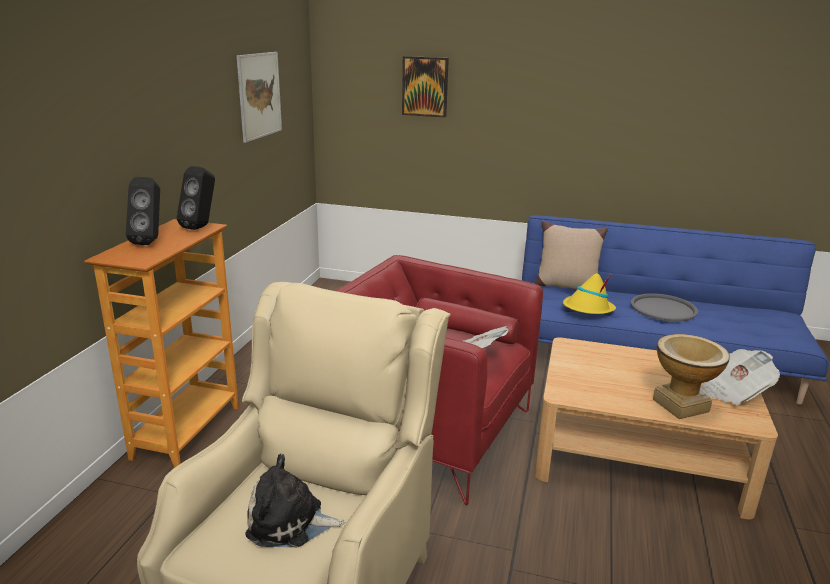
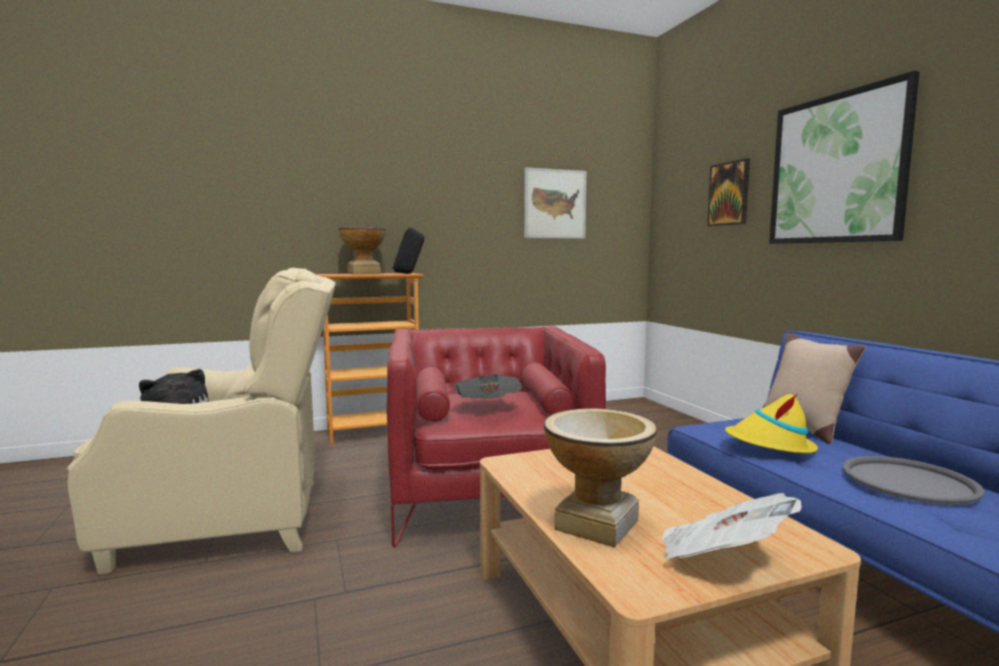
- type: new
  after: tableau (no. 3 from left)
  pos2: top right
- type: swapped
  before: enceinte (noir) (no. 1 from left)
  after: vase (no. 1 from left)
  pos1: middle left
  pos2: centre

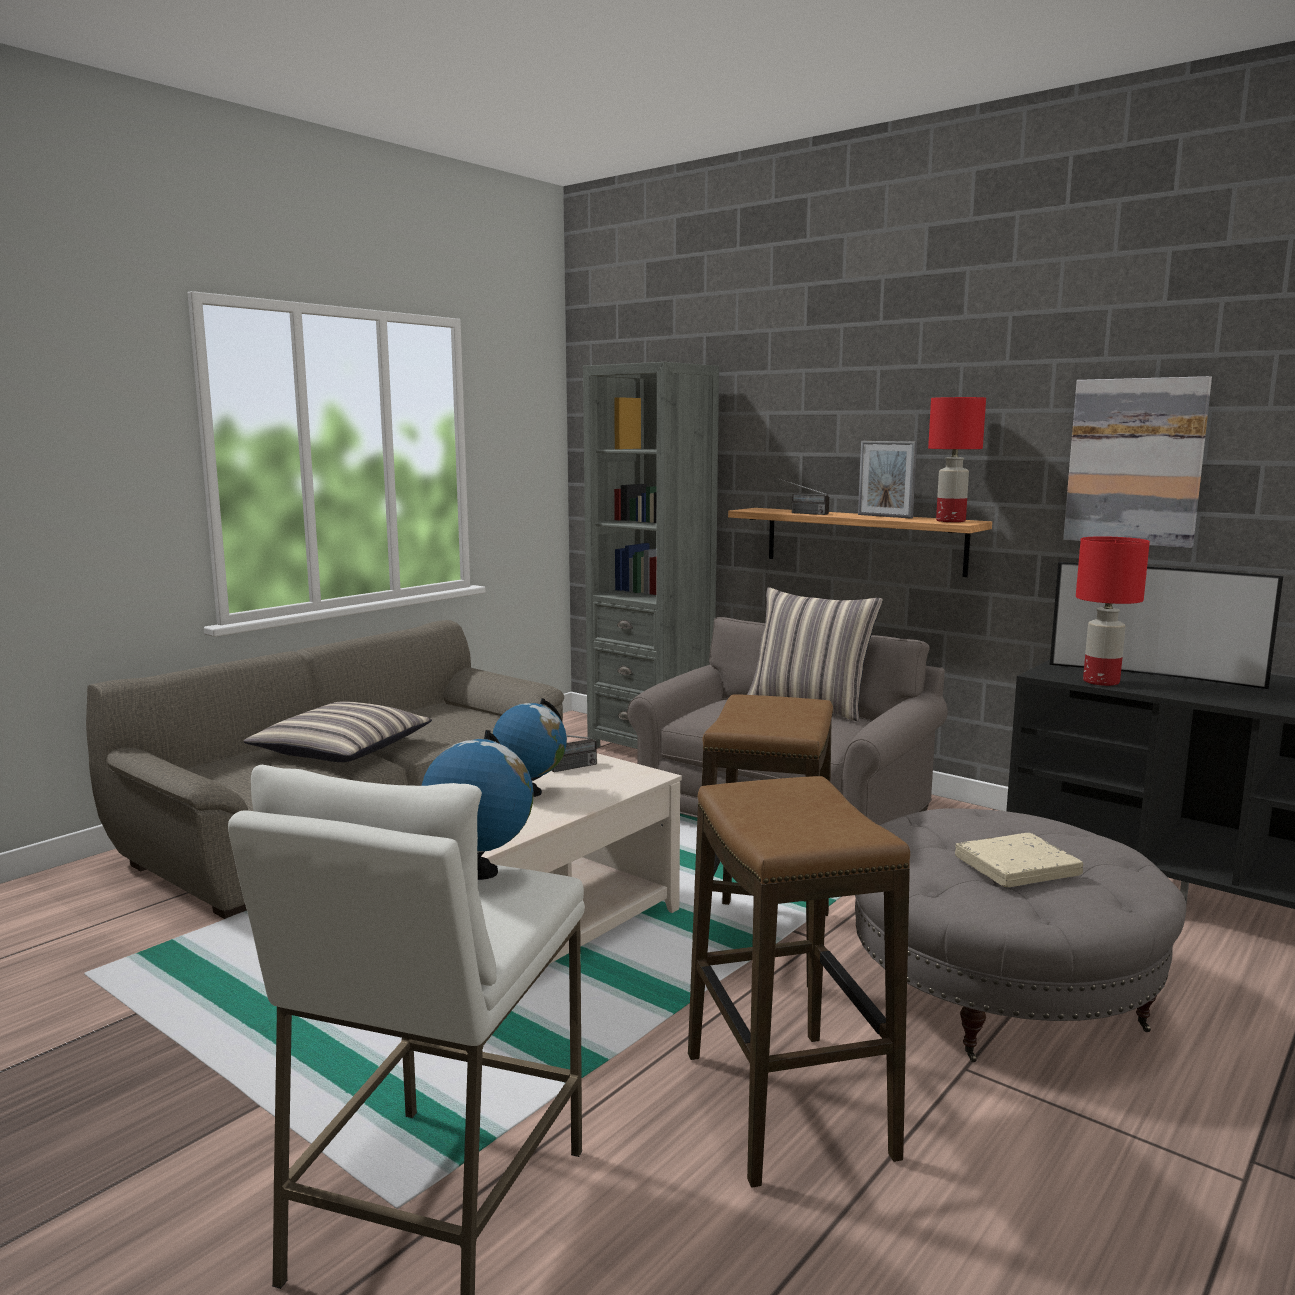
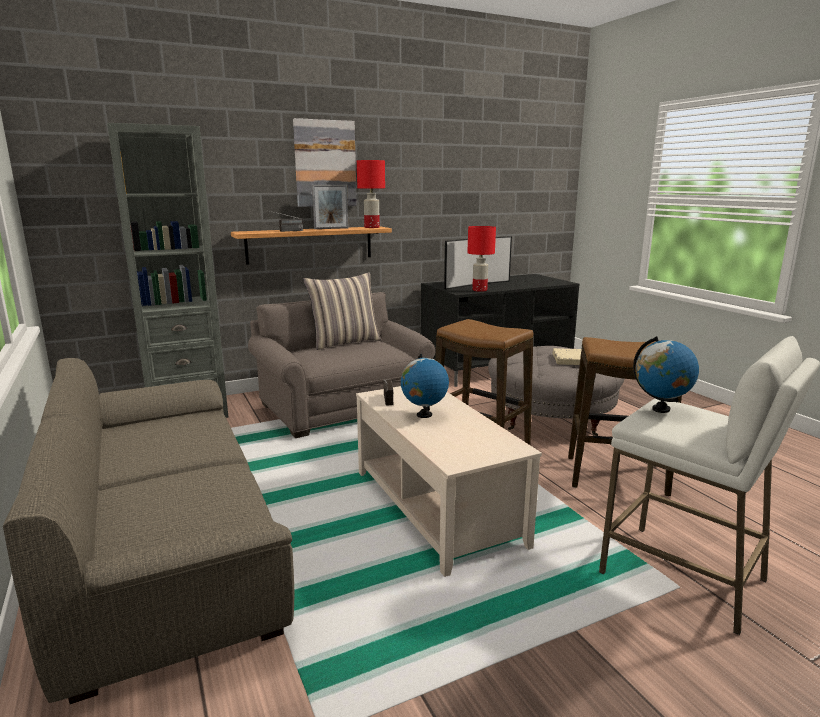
- type: gone
  before: coussin (no. 1 from left)
  pos1: middle left
- type: shifted
  before: tableau
  pos1: middle right
  pos2: top centre

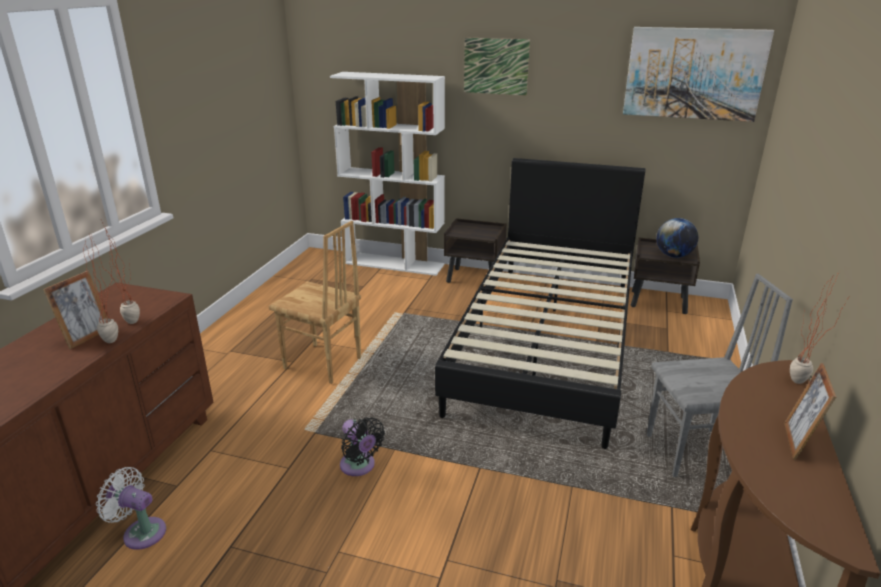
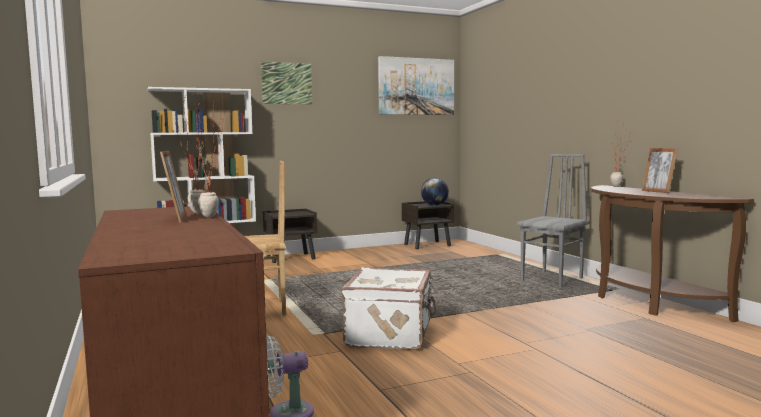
- type: gone
  before: lit (noir)
  pos1: centre
- type: swapped
  before: ventilateur (noir)
  after: valise (blanc)
  pos1: bottom centre
  pos2: bottom centre

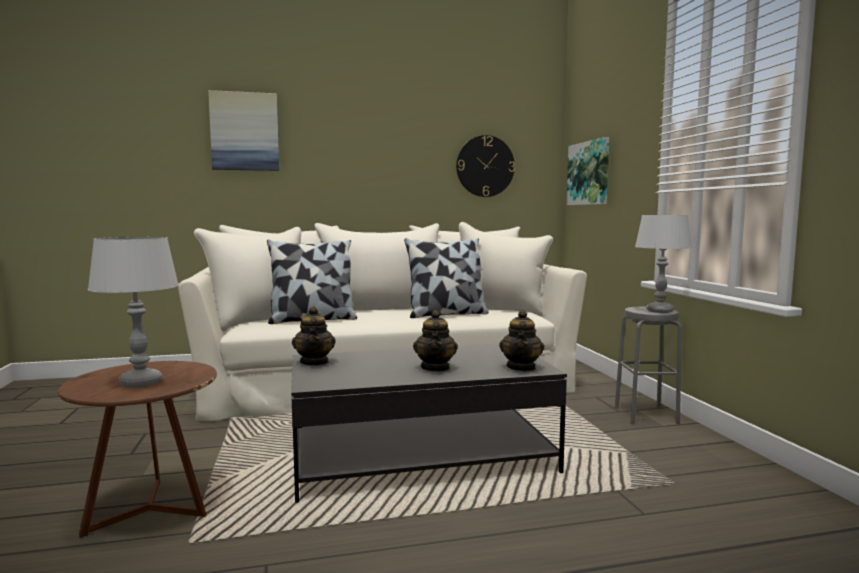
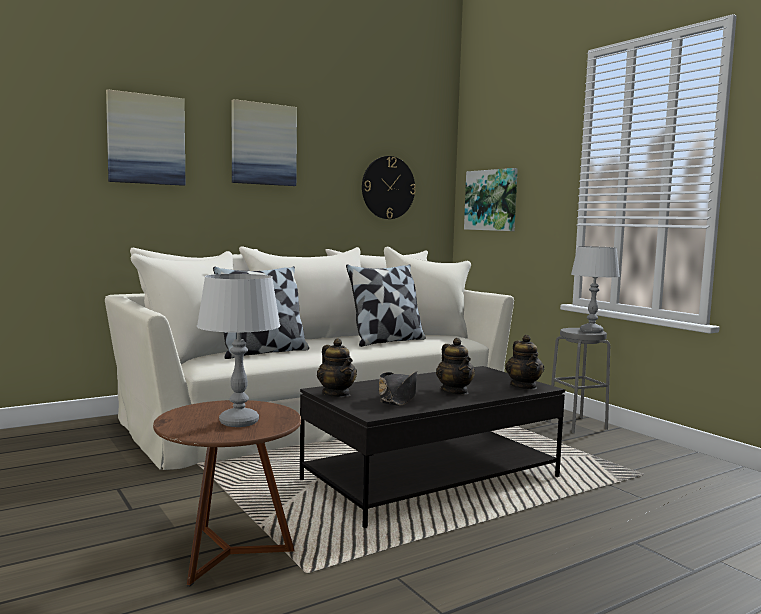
- type: new
  after: tableau (no. 2 from left)
  pos2: top centre
- type: new
  after: chapeau (noir)
  pos2: centre

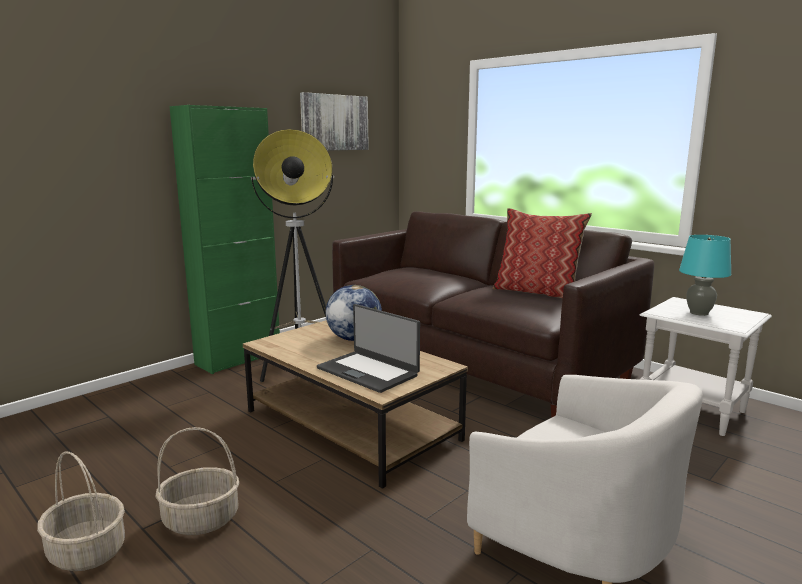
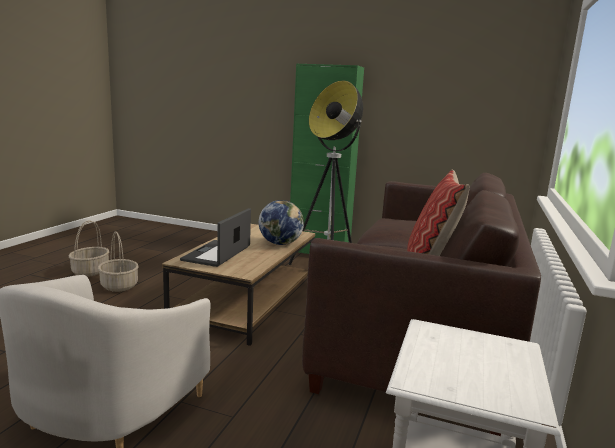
- type: gone
  before: tableau
  pos1: top centre
- type: gone
  before: lampe de table (turquoise)
  pos1: middle right

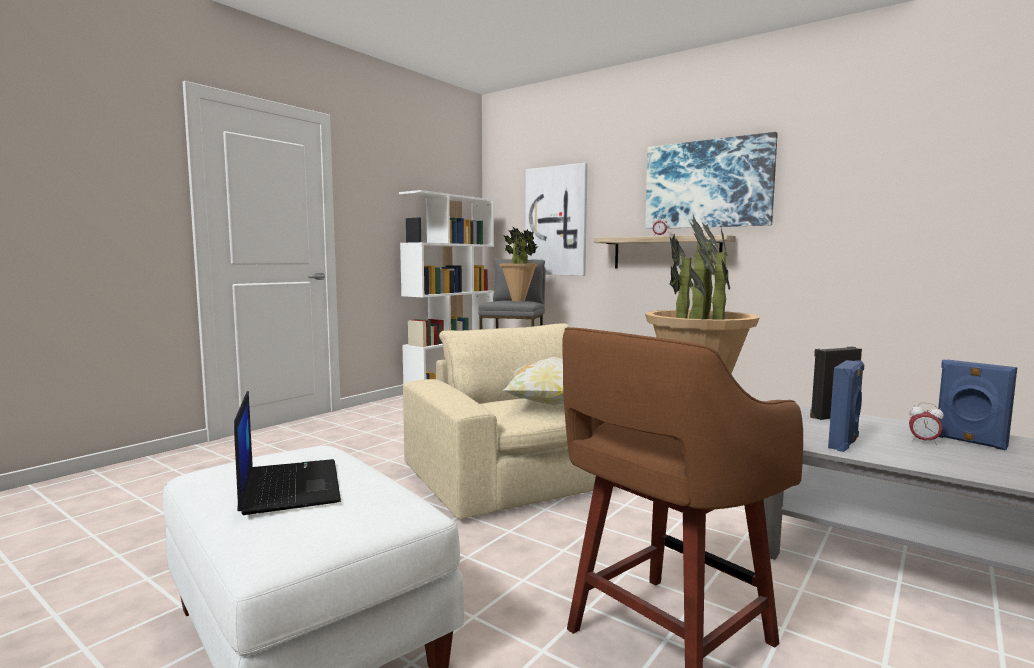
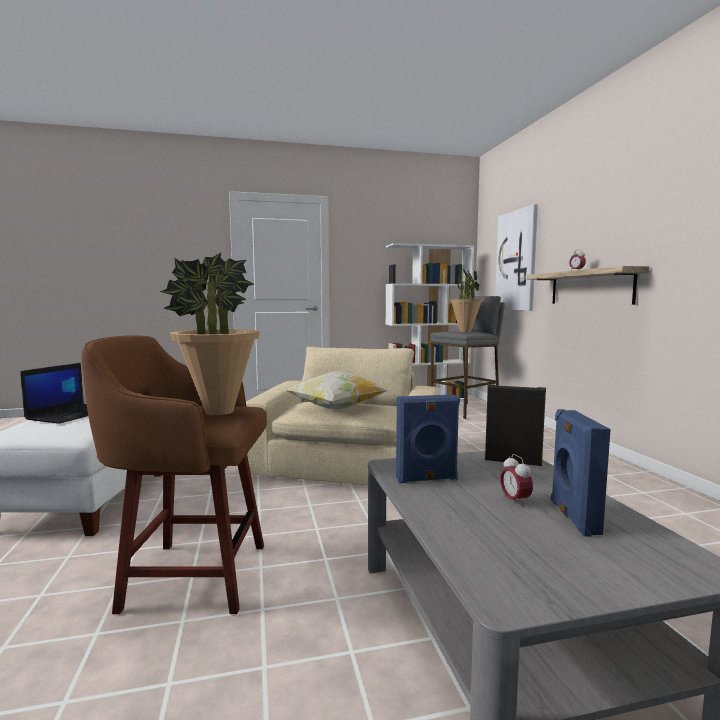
- type: gone
  before: tableau (no. 2 from left)
  pos1: top right

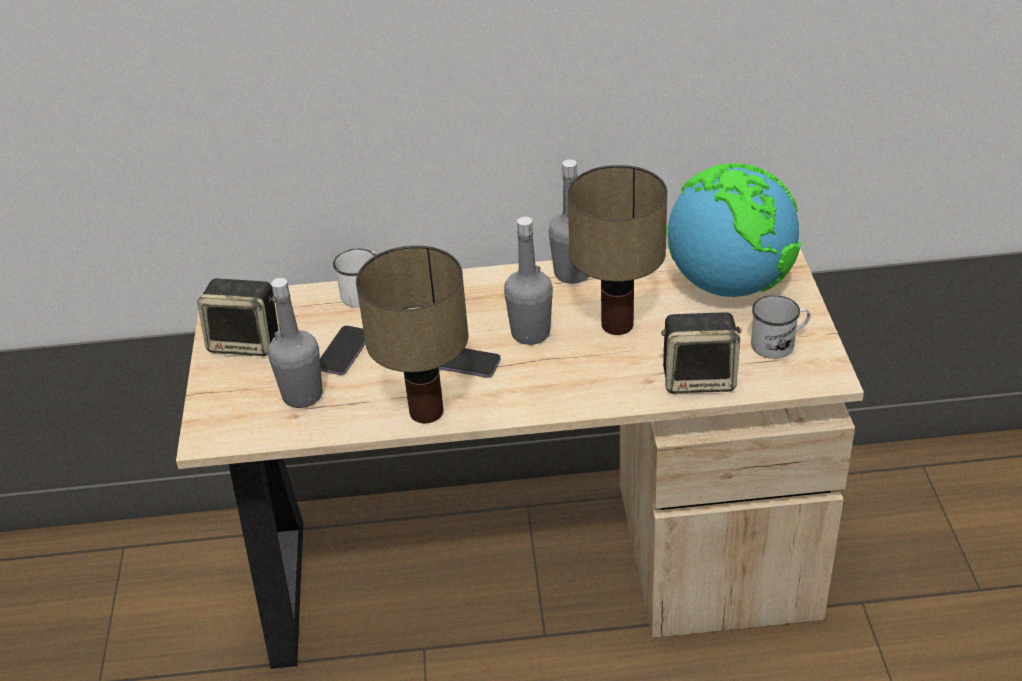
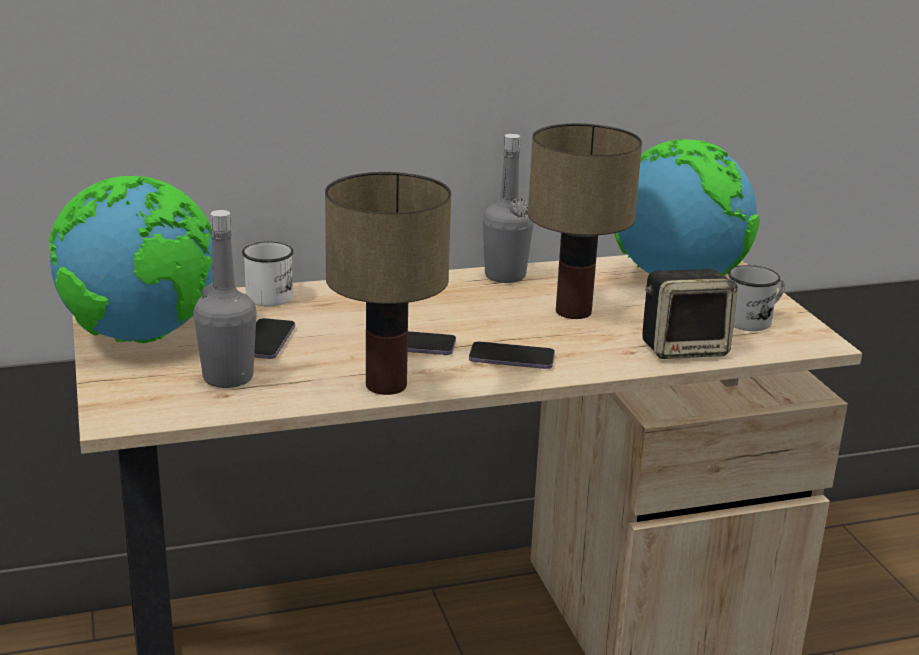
- type: gone
  before: bouteille (gris) (no. 2 from left)
  pos1: centre
- type: new
  after: téléphone (no. 3 from left)
  pos2: centre
- type: swapped
  before: enceinte (no. 1 from left)
  after: globe (no. 1 from left)
  pos1: middle left
  pos2: middle left

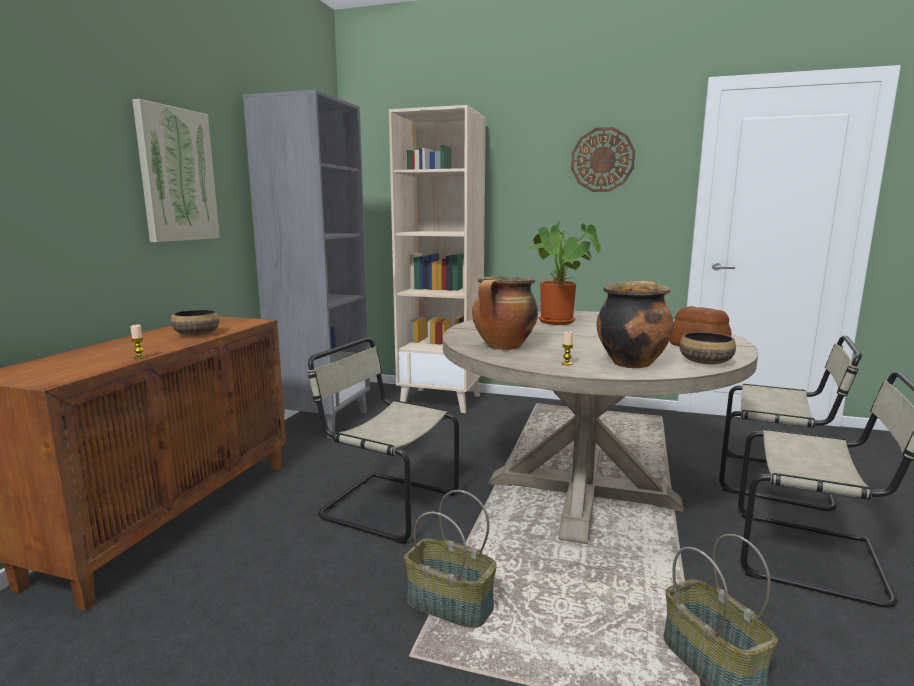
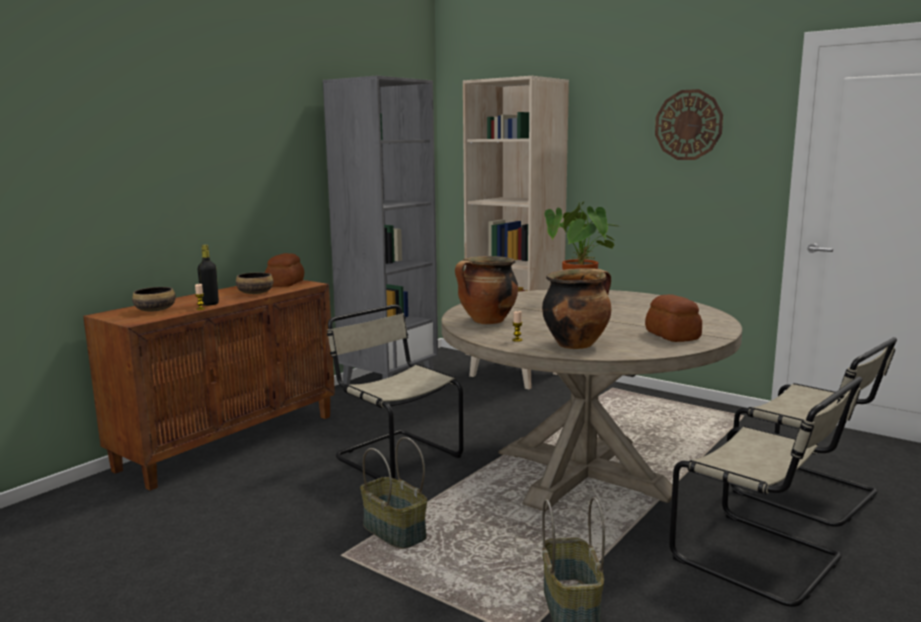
- type: gone
  before: tableau
  pos1: top left
- type: new
  after: bouteille (noir)
  pos2: middle left
- type: new
  after: pain (no. 1 from left)
  pos2: middle left
- type: shifted
  before: bol (no. 2 from left in the first image)
  after: bol (no. 1 from left)
  pos1: middle right
  pos2: middle left

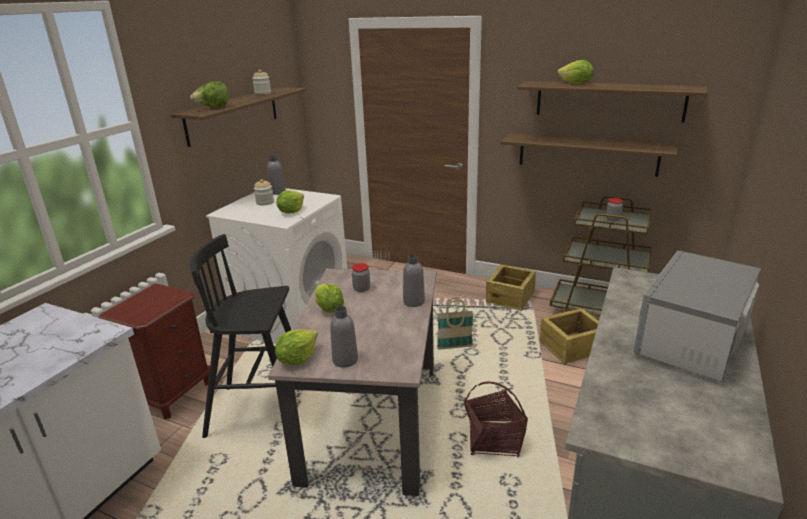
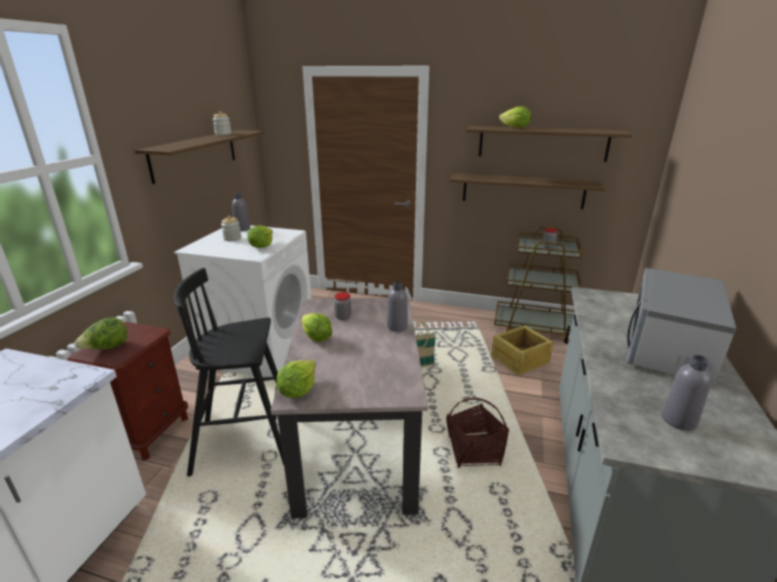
- type: gone
  before: caisse (no. 1 from left)
  pos1: centre
- type: shifted
  before: laitue (no. 1 from left)
  pos1: top left
  pos2: middle left
- type: shifted
  before: bouteille (gris) (no. 2 from left in the first image)
  after: bouteille (gris) (no. 3 from left)
  pos1: centre
  pos2: bottom right

